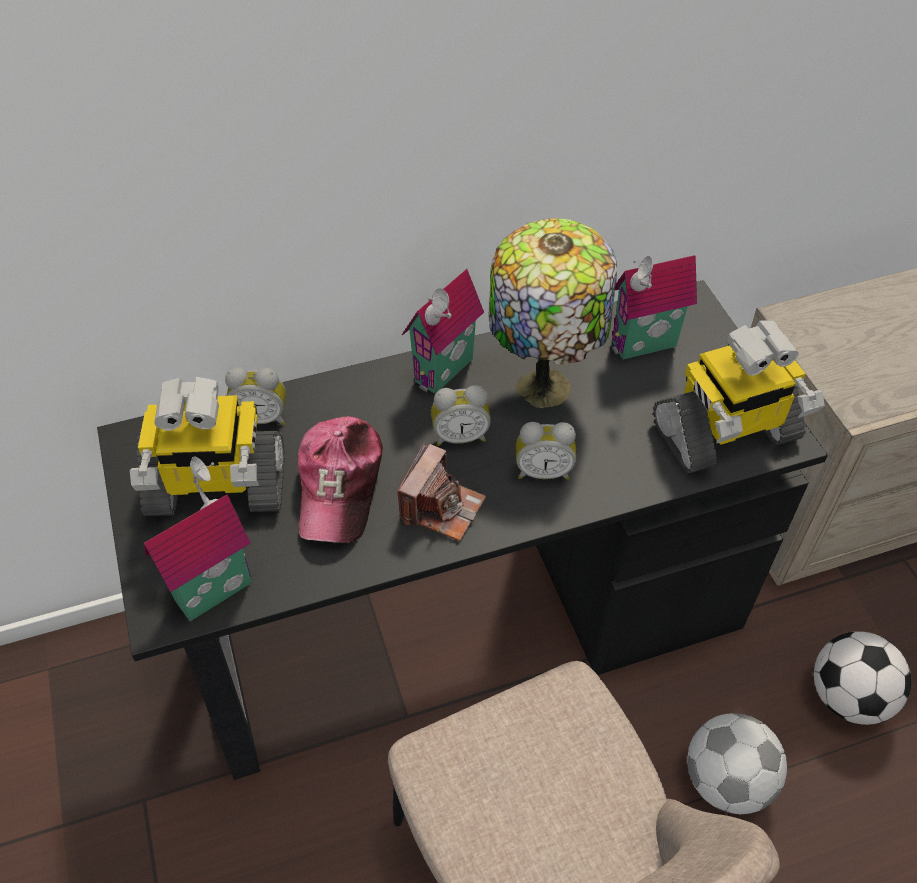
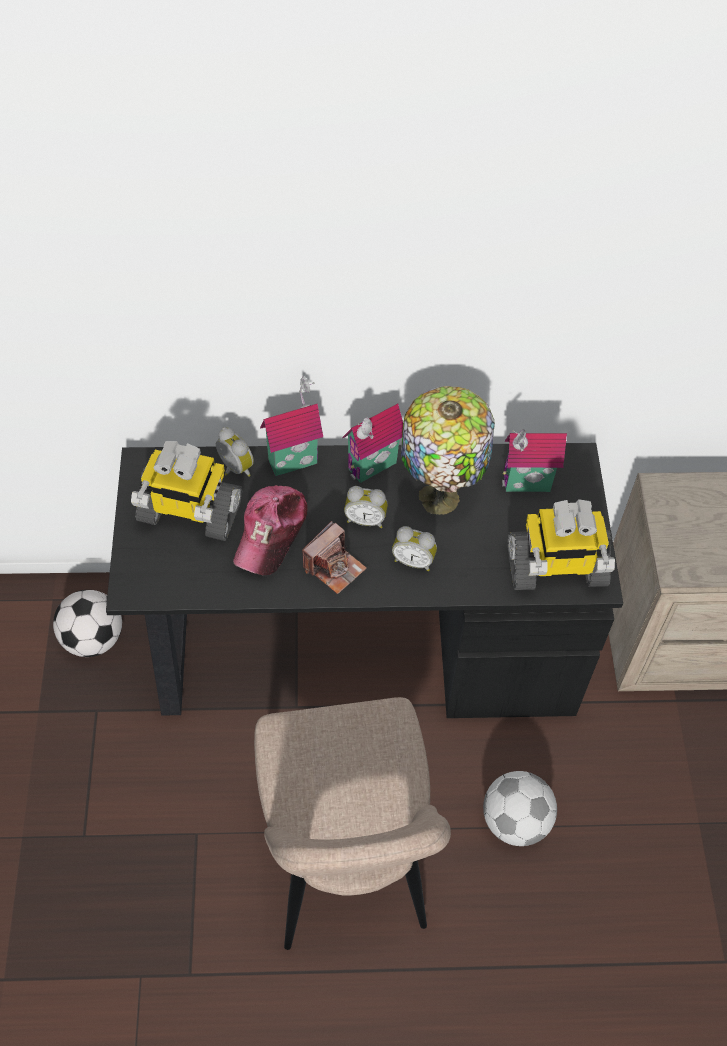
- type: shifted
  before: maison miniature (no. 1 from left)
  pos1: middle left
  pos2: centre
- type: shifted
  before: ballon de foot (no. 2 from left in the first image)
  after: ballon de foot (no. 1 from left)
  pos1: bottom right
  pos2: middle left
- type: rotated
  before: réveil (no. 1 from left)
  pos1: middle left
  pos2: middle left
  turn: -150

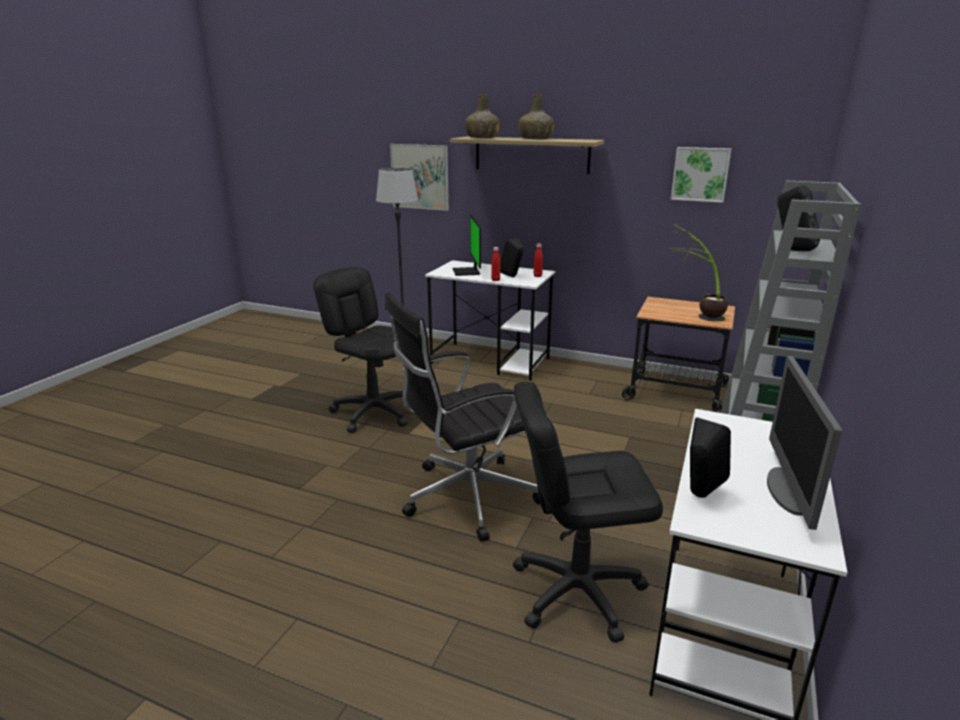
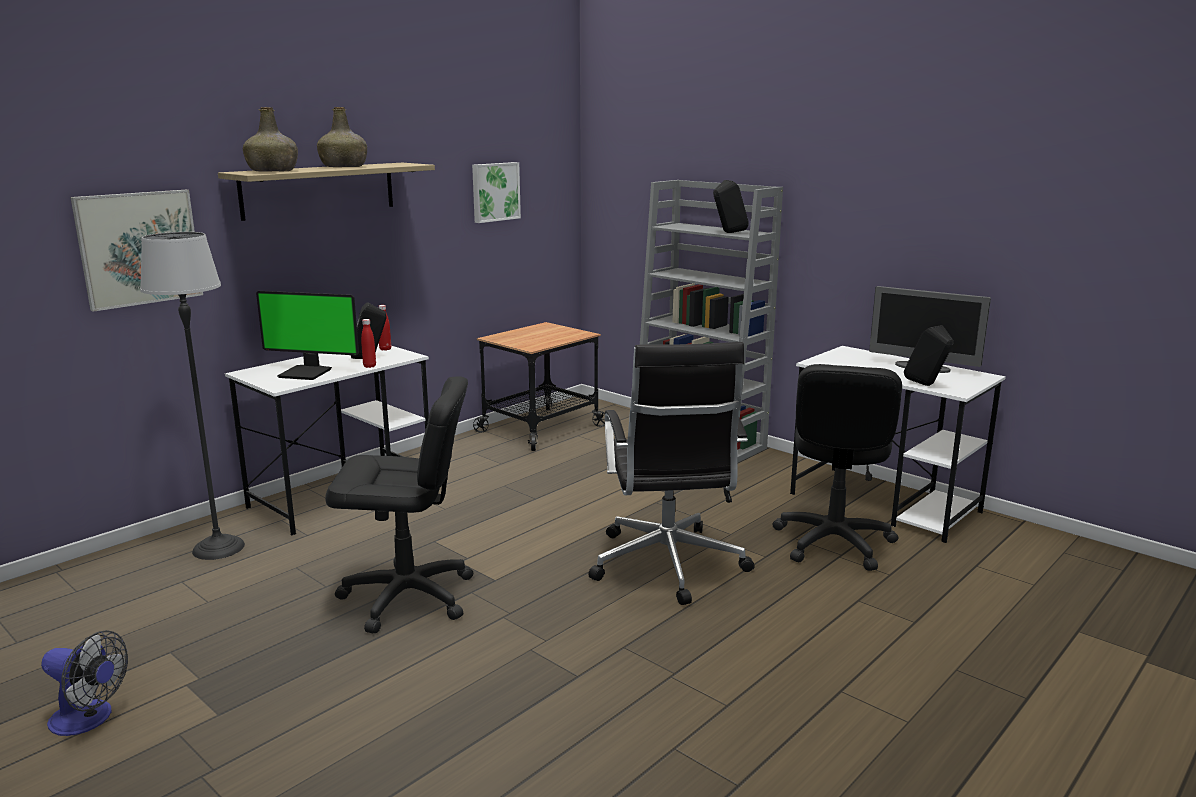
- type: gone
  before: plante en pot
  pos1: middle right
- type: new
  after: ventilateur
  pos2: bottom left
- type: rotated
  before: chaise de bureau (noir) (no. 1 from left)
  pos1: centre
  pos2: centre
  turn: -150

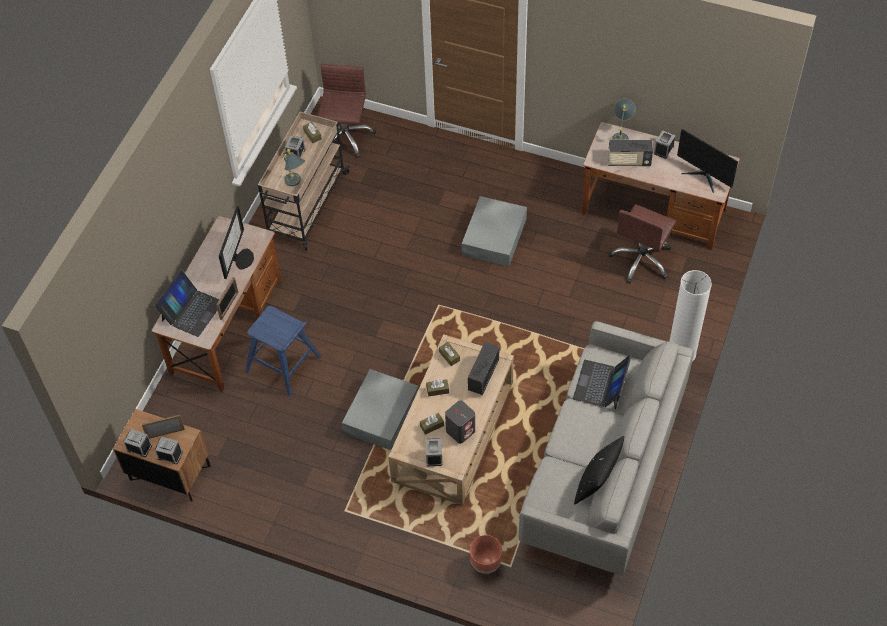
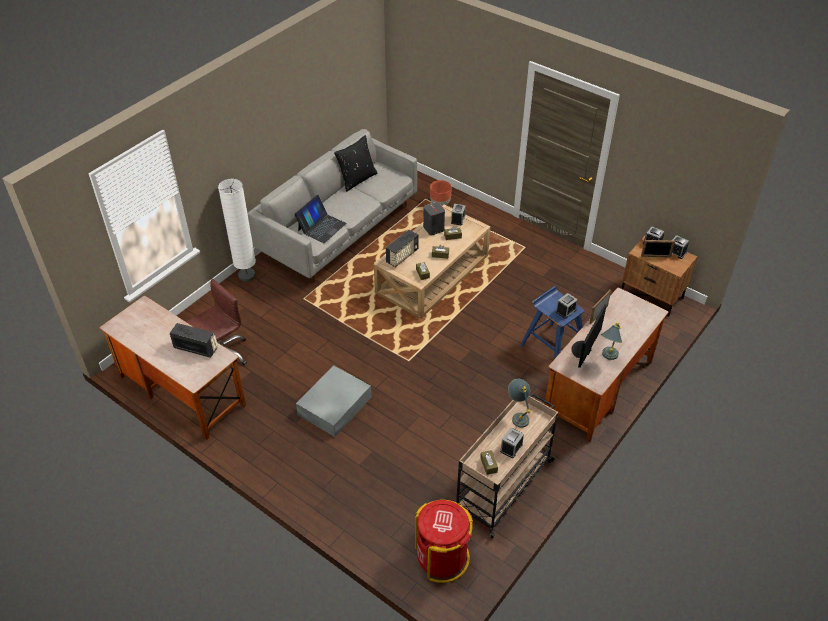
- type: gone
  before: ordinateur portable (no. 1 from left)
  pos1: middle left
- type: gone
  before: boîte de rangement (gris) (no. 1 from left)
  pos1: centre
- type: gone
  before: écran d'ordinateur (no. 2 from left)
  pos1: top right
- type: shifted
  before: lampe de table (gris) (no. 2 from left)
  pos1: top right
  pos2: middle right
- type: shifted
  before: réveil (no. 5 from left in the first image)
  after: réveil (no. 3 from left)
  pos1: top right
  pos2: middle right
- type: swapped
  before: chaise de bureau (marron) (no. 1 from left)
  after: poubelle (rouge)
  pos1: top centre
  pos2: bottom centre

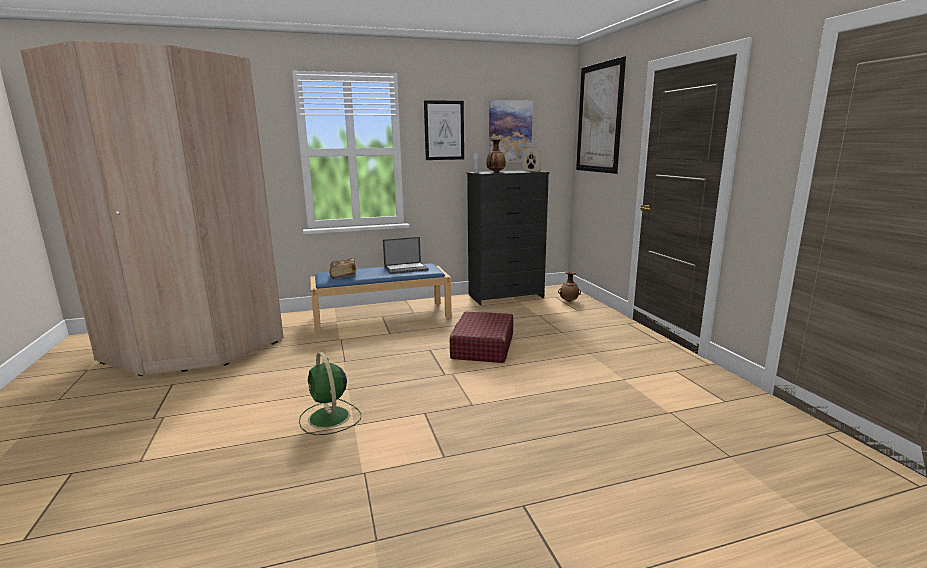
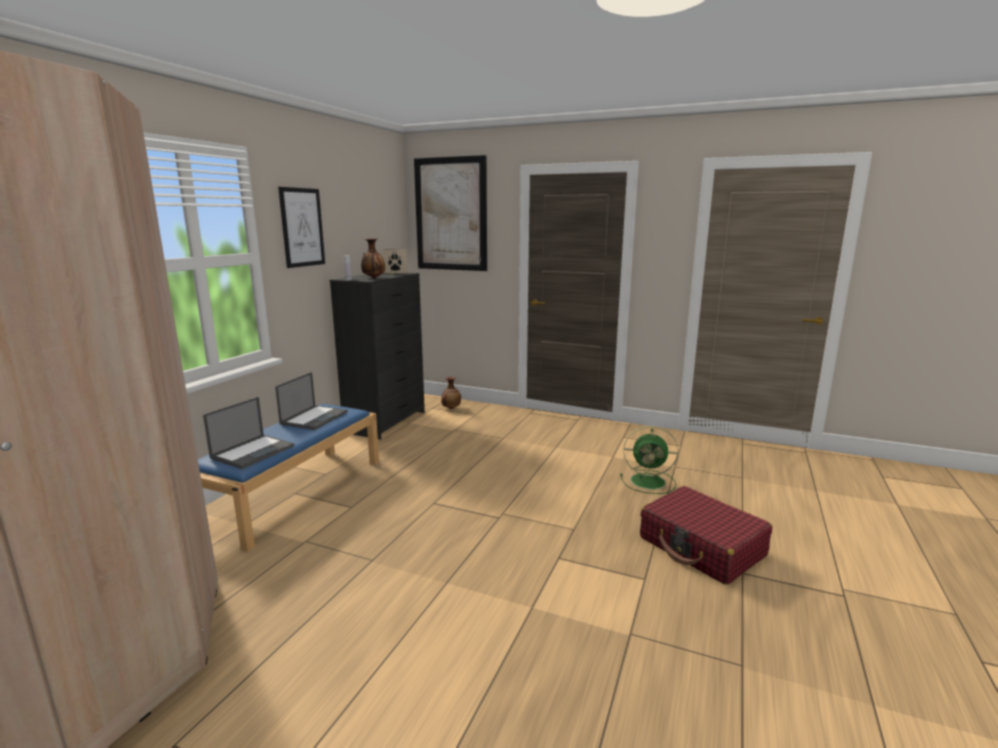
- type: gone
  before: tableau (no. 2 from left)
  pos1: top centre
- type: shifted
  before: ventilateur (vert)
  pos1: bottom centre
  pos2: centre
- type: shifted
  before: valise (rouge)
  pos1: centre
  pos2: bottom right
- type: swapped
  before: livre
  after: ordinateur portable (no. 1 from left)
  pos1: centre
  pos2: middle left

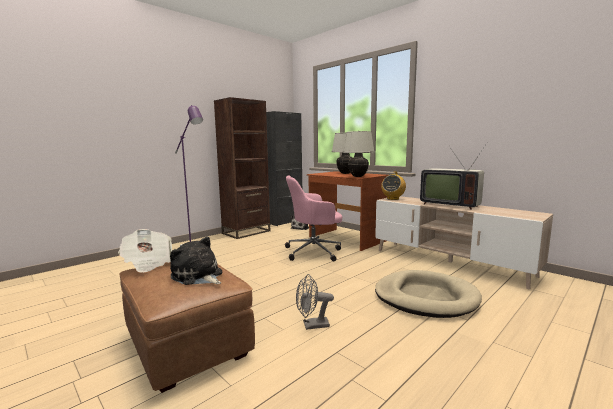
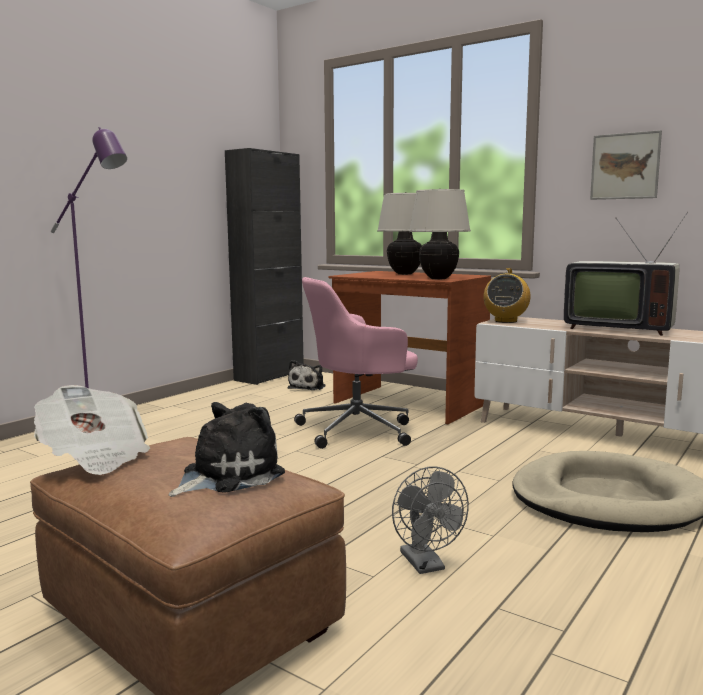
- type: gone
  before: bibliothèque (marron)
  pos1: centre
- type: new
  after: tableau
  pos2: top right
- type: rotated
  before: peluche (no. 1 from left)
  pos1: middle left
  pos2: middle left
  turn: 105
- type: rotated
  before: ventilateur (gris)
  pos1: bottom centre
  pos2: bottom centre
  turn: -90

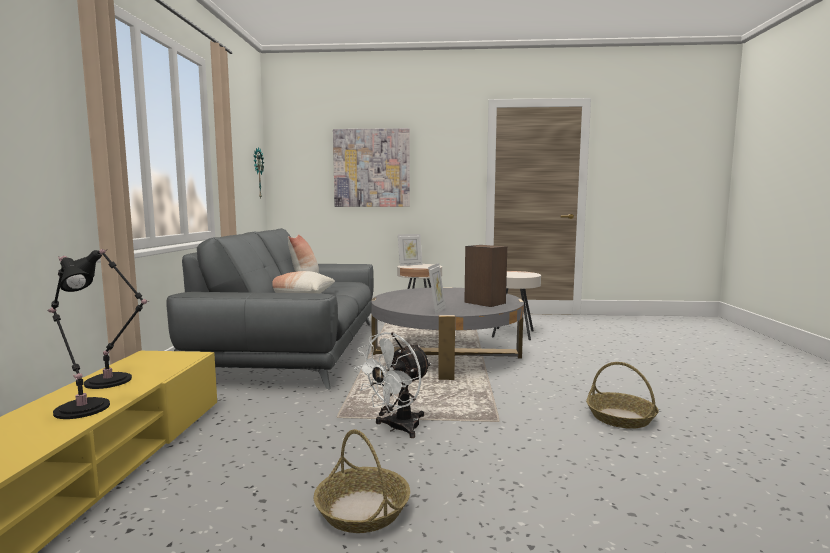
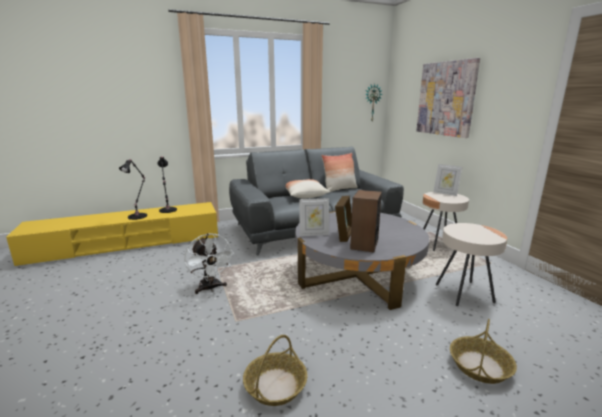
- type: new
  after: cadre photo (no. 2 from left)
  pos2: centre
- type: shifted
  before: panier (no. 1 from left in the first image)
  after: panier (no. 2 from left)
  pos1: bottom centre
  pos2: bottom right
- type: rotated
  before: ventilateur (blanc)
  pos1: bottom centre
  pos2: centre
  turn: -135

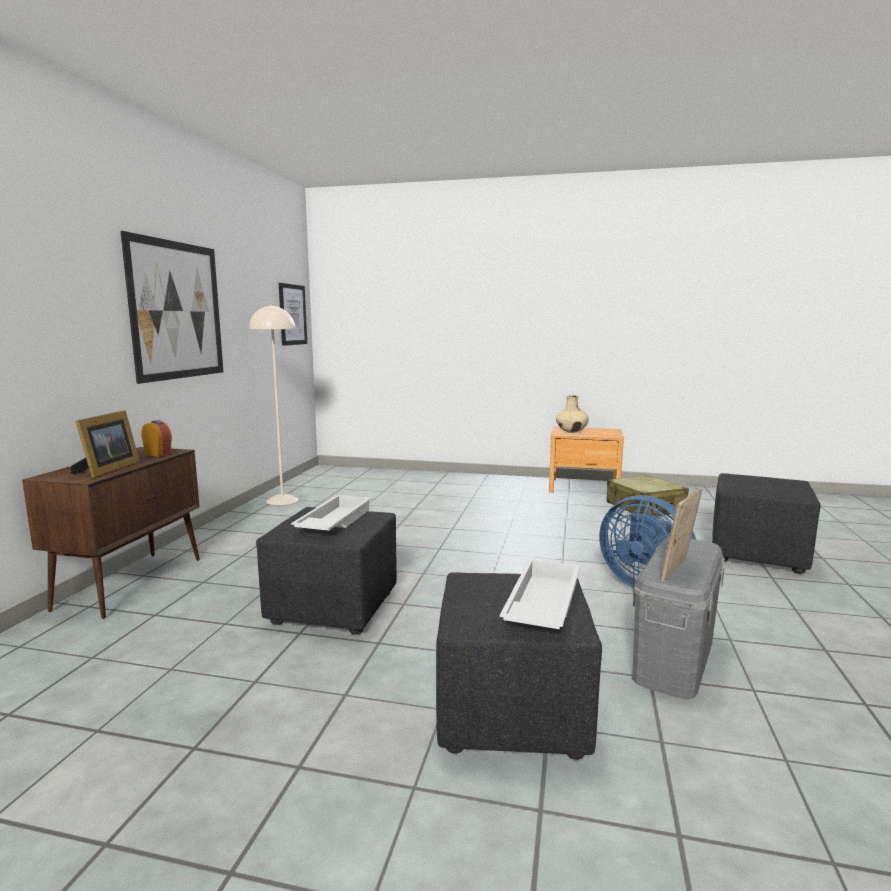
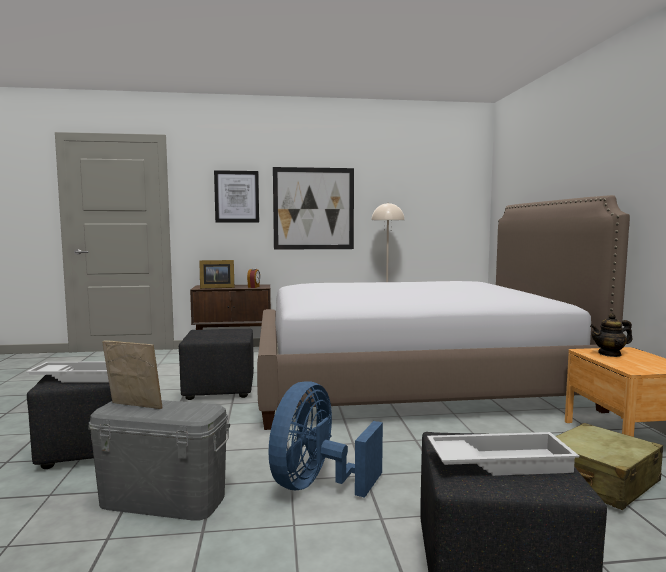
- type: new
  after: lit
  pos2: centre
- type: shifted
  before: tableau (no. 2 from left in the first image)
  after: tableau (no. 1 from left)
  pos1: middle left
  pos2: centre
- type: shifted
  before: plateau (blanc) (no. 1 from left in the first image)
  after: plateau (blanc) (no. 2 from left)
  pos1: centre
  pos2: bottom right
- type: swapped
  before: vase (beige)
  after: théière
  pos1: centre
  pos2: middle right

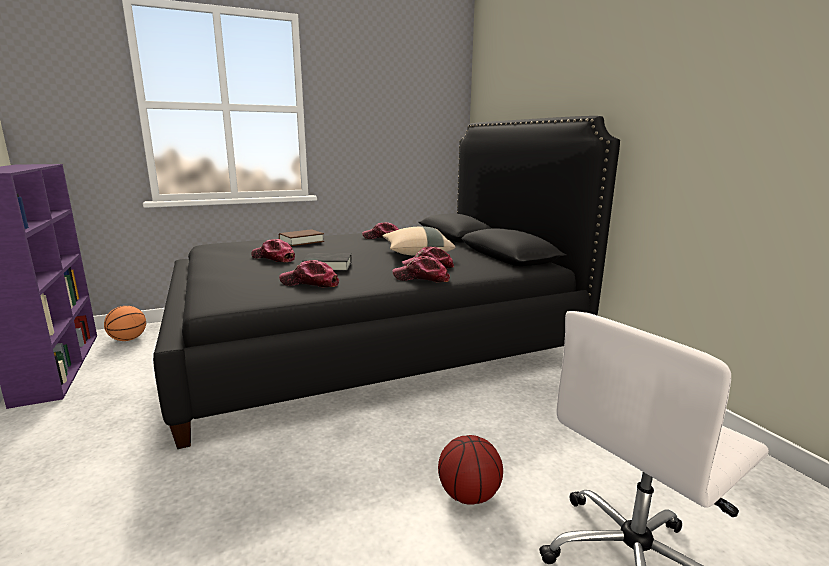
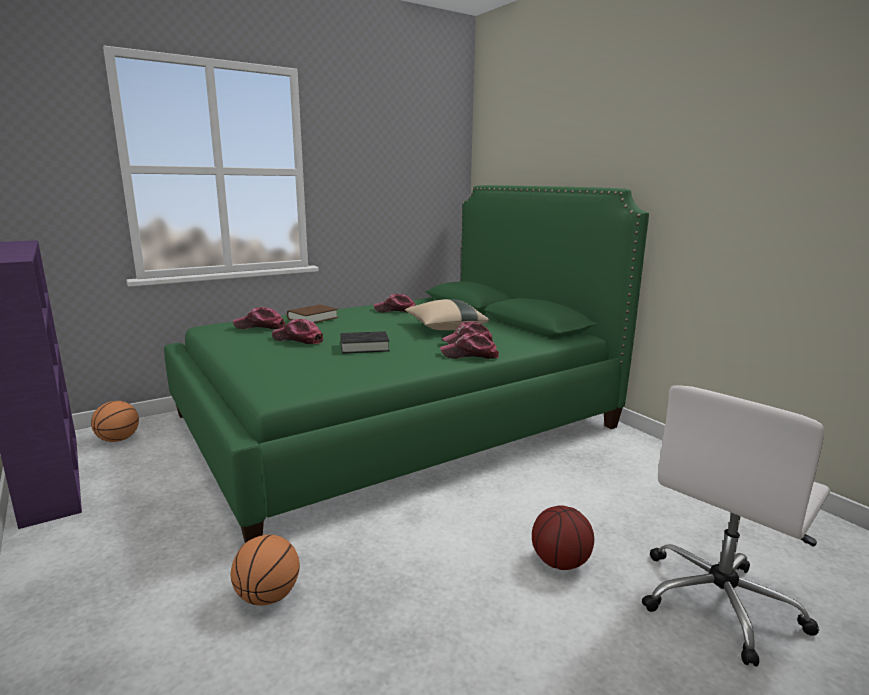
- type: new
  after: ballon de basket (no. 2 from left)
  pos2: bottom left
- type: shifted
  before: casquette (no. 2 from left in the first image)
  after: casquette (no. 1 from left)
  pos1: centre
  pos2: middle left
- type: repainted
  before: lit (noir)
  after: lit (vert)
  pos1: centre
  pos2: centre

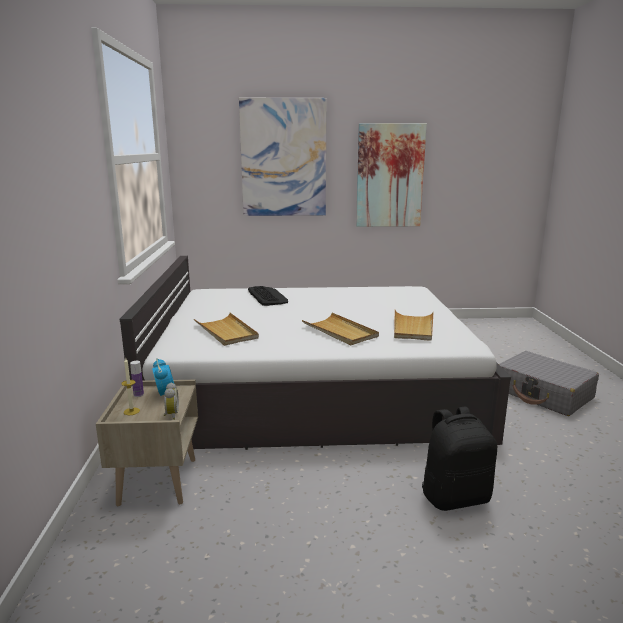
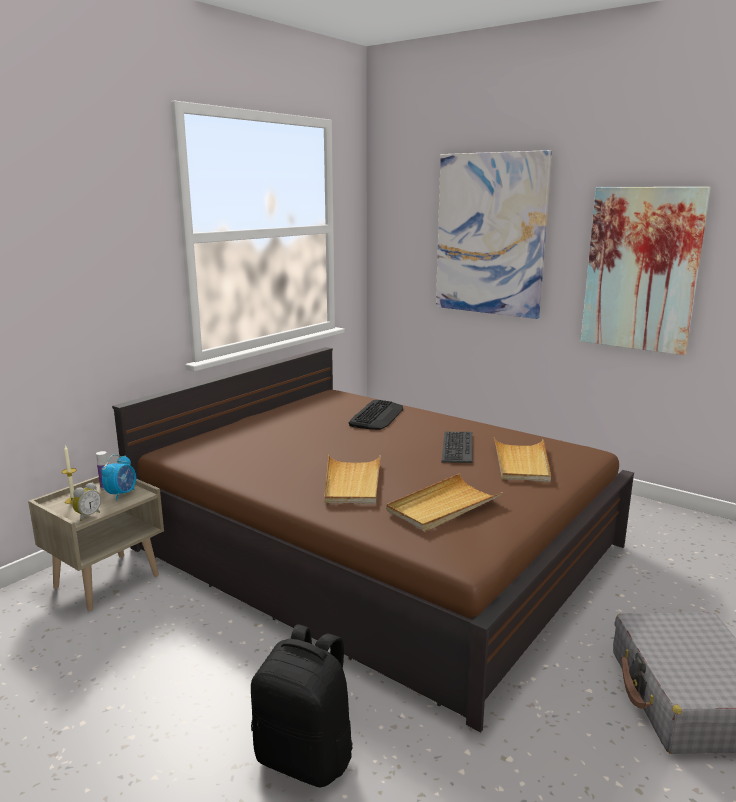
- type: new
  after: clavier (no. 2 from left)
  pos2: centre
- type: shifted
  before: plateau (beige) (no. 1 from left in the first image)
  after: plateau (beige) (no. 3 from left)
  pos1: centre
  pos2: middle right
- type: repainted
  before: lit (blanc)
  after: lit (marron)
  pos1: centre
  pos2: bottom centre

